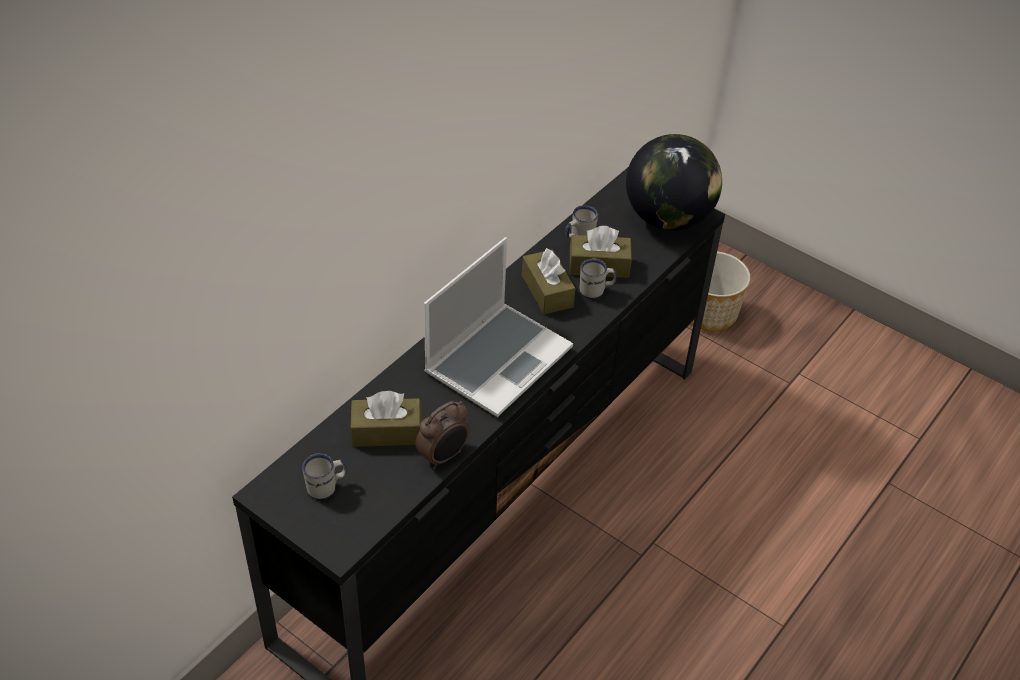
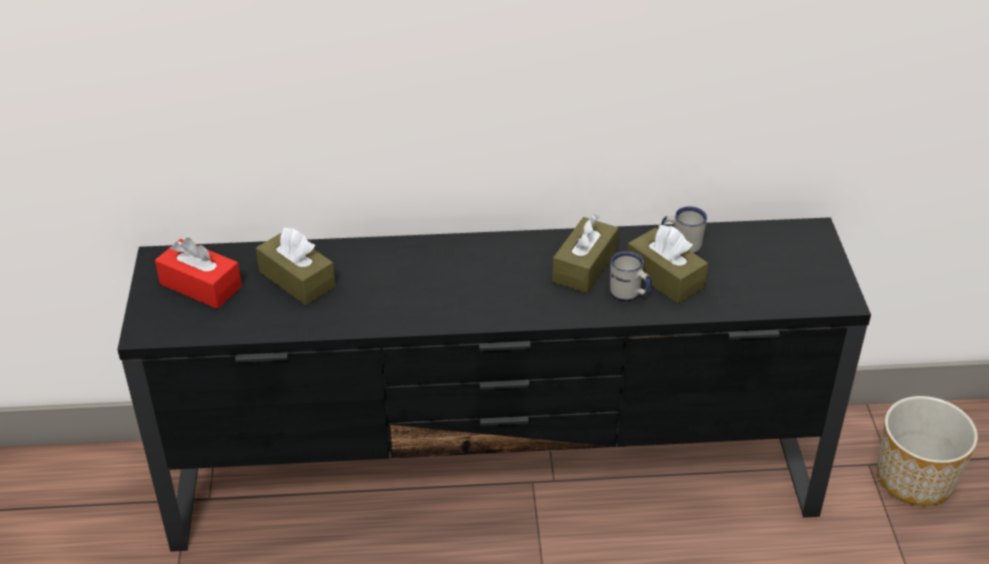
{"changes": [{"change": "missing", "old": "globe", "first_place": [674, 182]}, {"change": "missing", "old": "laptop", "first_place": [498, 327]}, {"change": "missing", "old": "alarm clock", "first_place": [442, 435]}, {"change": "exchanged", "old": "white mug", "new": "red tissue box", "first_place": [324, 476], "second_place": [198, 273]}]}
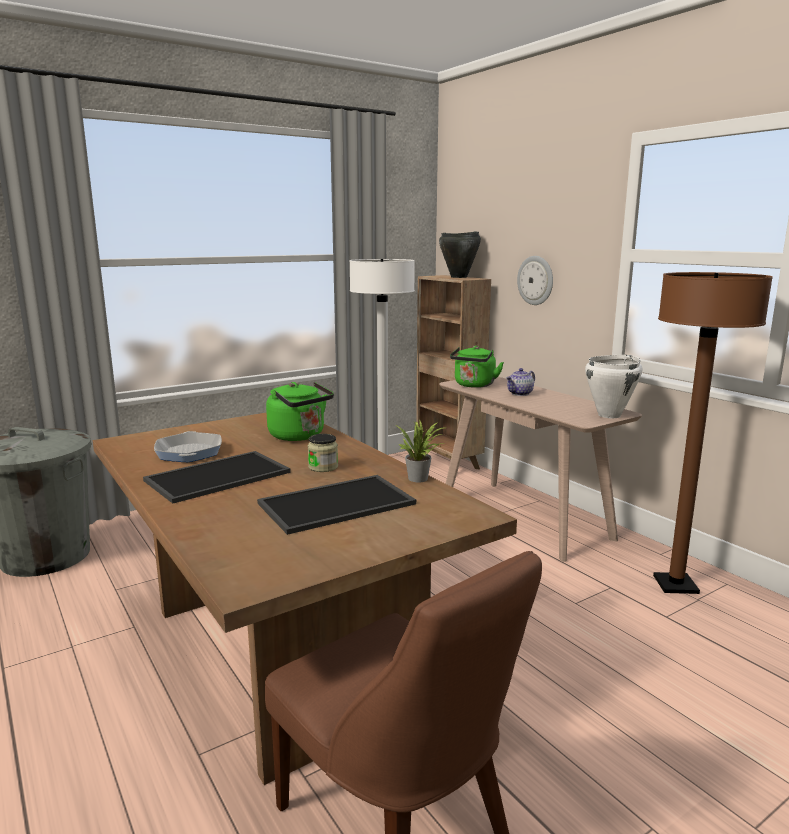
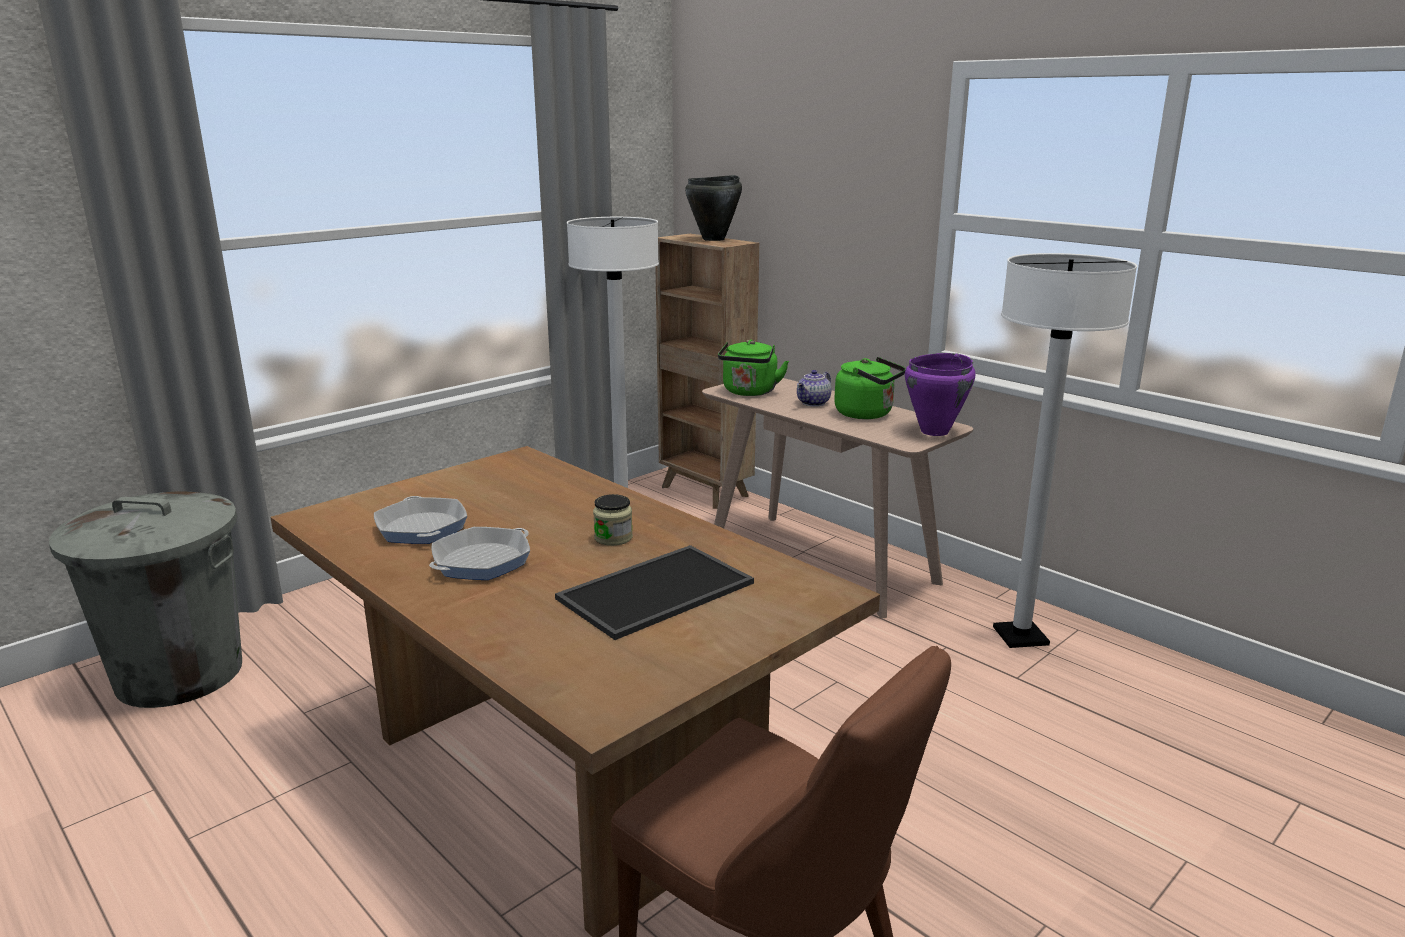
{"changes": [{"change": "missing", "old": "wall clock", "first_place": [535, 280]}, {"change": "colour", "old": "brown floor lamp", "new": "white floor lamp", "first_place": [713, 433], "second_place": [1065, 450]}, {"change": "colour", "old": "white cooking pot", "new": "purple cooking pot", "first_place": [613, 386], "second_place": [940, 394]}, {"change": "relocated", "old": "green kettle", "first_place": [300, 411], "second_place": [870, 388]}, {"change": "missing", "old": "potted plant", "first_place": [420, 450]}, {"change": "exchanged", "old": "tray", "new": "frying pan", "first_place": [217, 477], "second_place": [479, 553]}]}
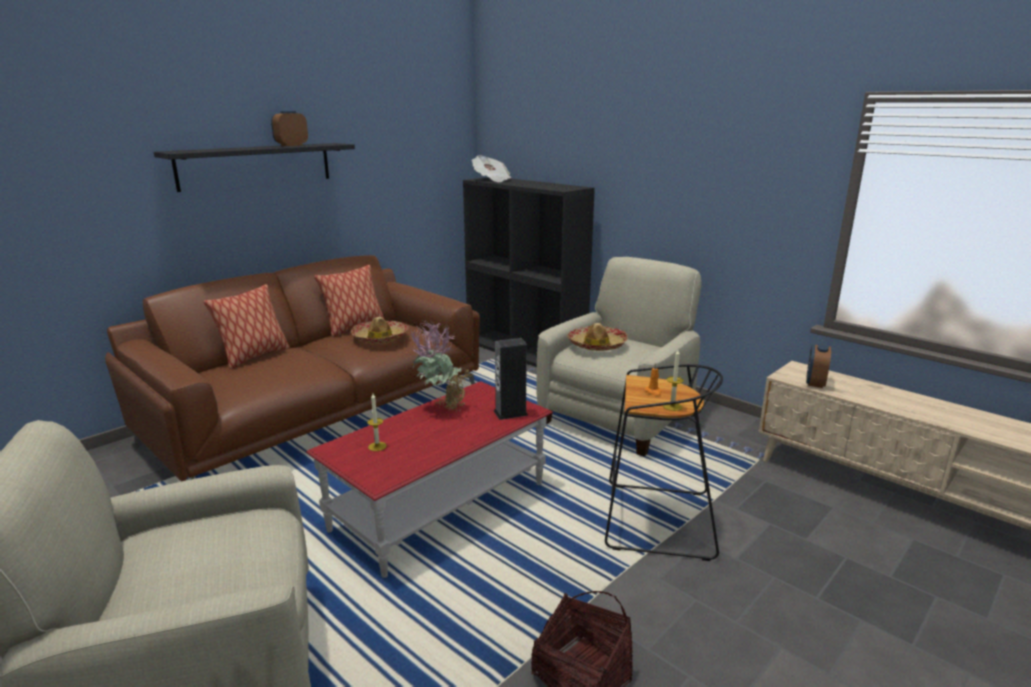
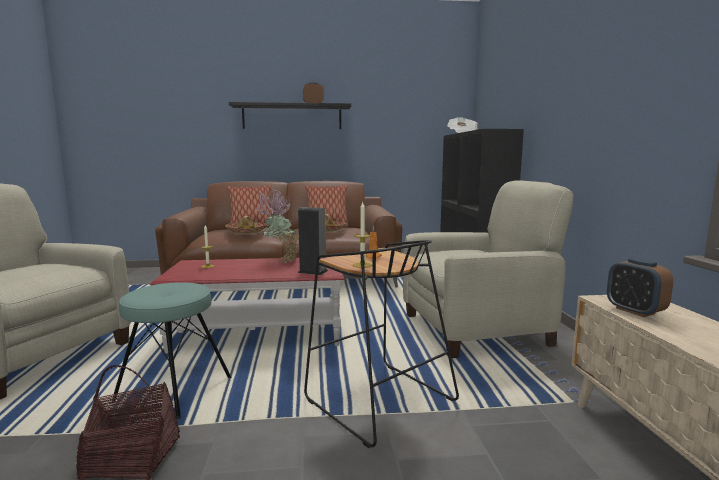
{"changes": [{"change": "relocated", "old": "hat", "first_place": [597, 337], "second_place": [246, 225]}, {"change": "spun", "old": "alarm clock", "first_place": [818, 365], "second_place": [640, 287], "degrees": -90}, {"change": "appeared", "new": "turquoise stool", "second_place": [171, 350]}]}
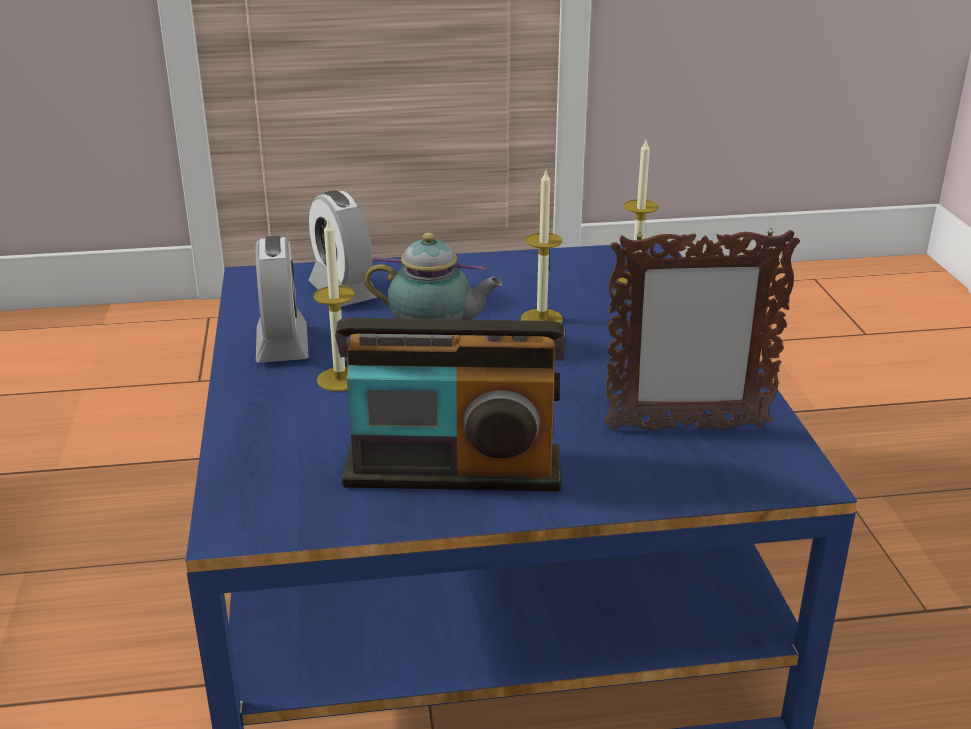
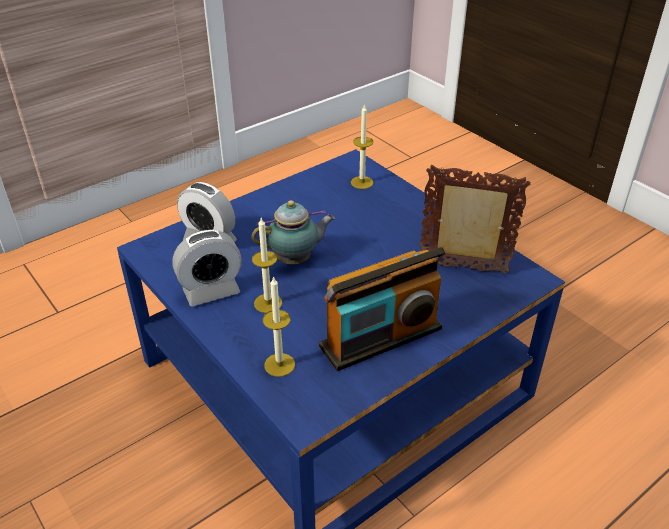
{"changes": [{"change": "relocated", "old": "candle", "first_place": [542, 247], "second_place": [279, 326]}, {"change": "spun", "old": "picture frame", "first_place": [702, 329], "second_place": [475, 219], "degrees": -135}, {"change": "spun", "old": "alarm clock", "first_place": [282, 299], "second_place": [207, 268], "degrees": 105}]}
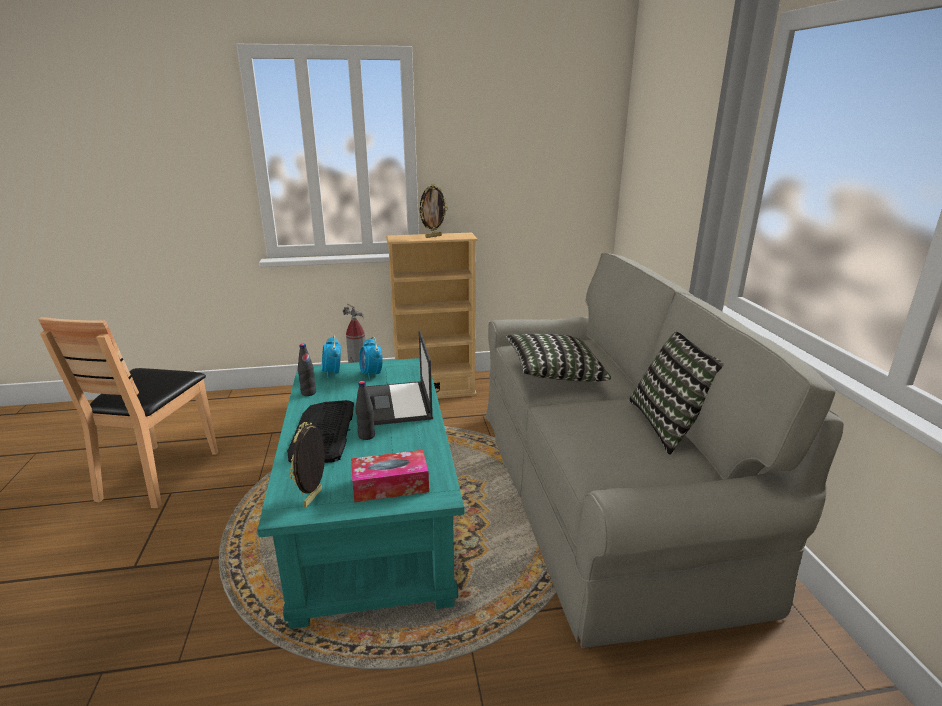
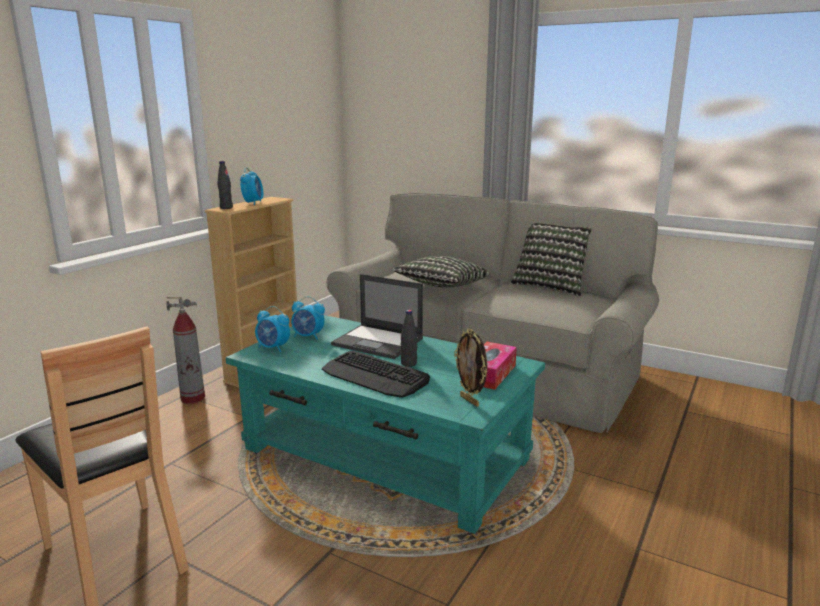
{"changes": [{"change": "exchanged", "old": "picture frame", "new": "alarm clock", "first_place": [433, 211], "second_place": [251, 186]}, {"change": "relocated", "old": "black bottle", "first_place": [307, 370], "second_place": [225, 185]}]}
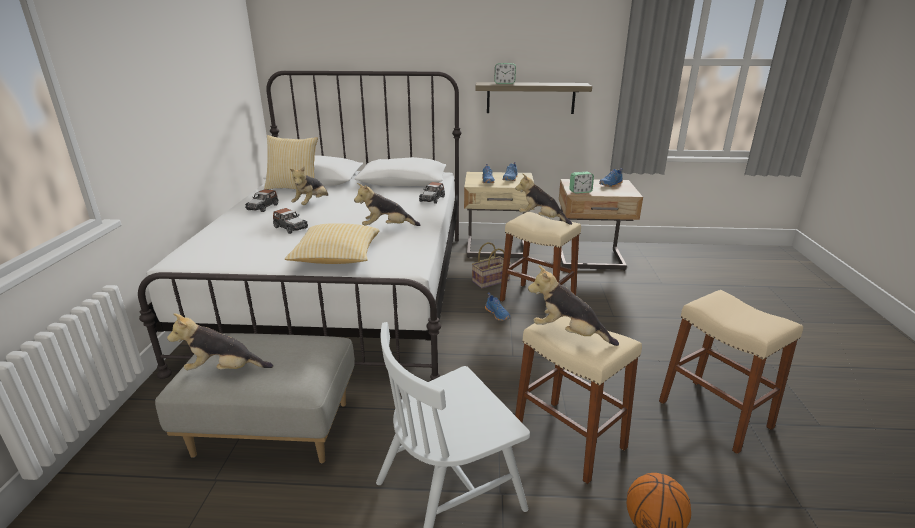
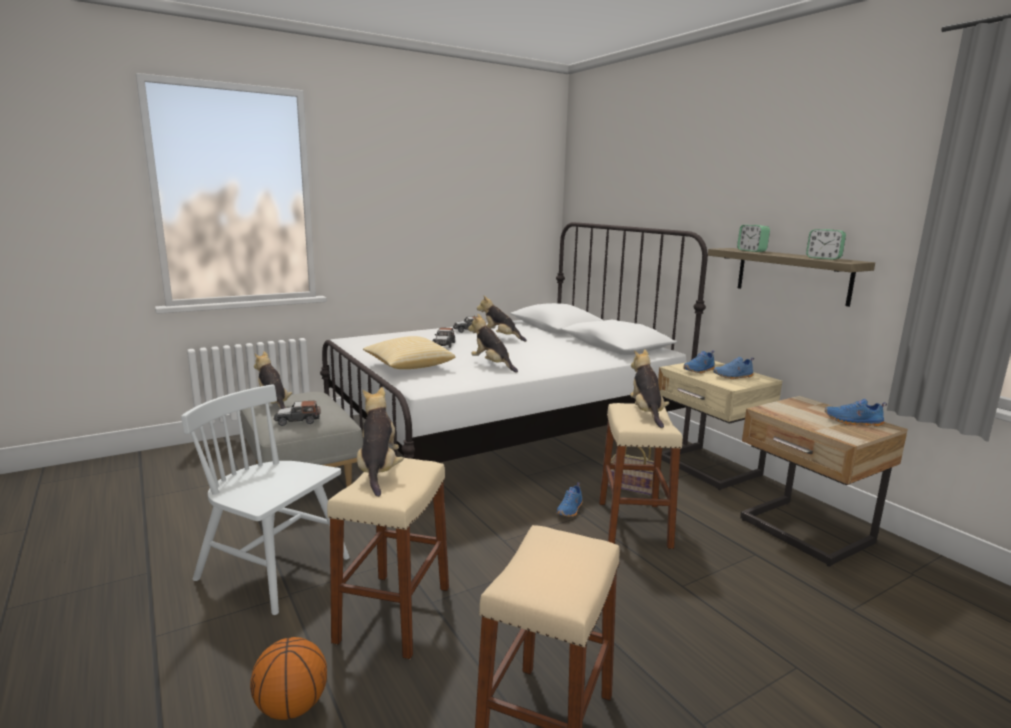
{"changes": [{"change": "missing", "old": "pillow", "first_place": [291, 162]}, {"change": "spun", "old": "plush toy", "first_place": [309, 186], "second_place": [502, 319], "degrees": 45}, {"change": "relocated", "old": "alarm clock", "first_place": [581, 183], "second_place": [826, 244]}, {"change": "relocated", "old": "toy car", "first_place": [432, 193], "second_place": [297, 413]}]}
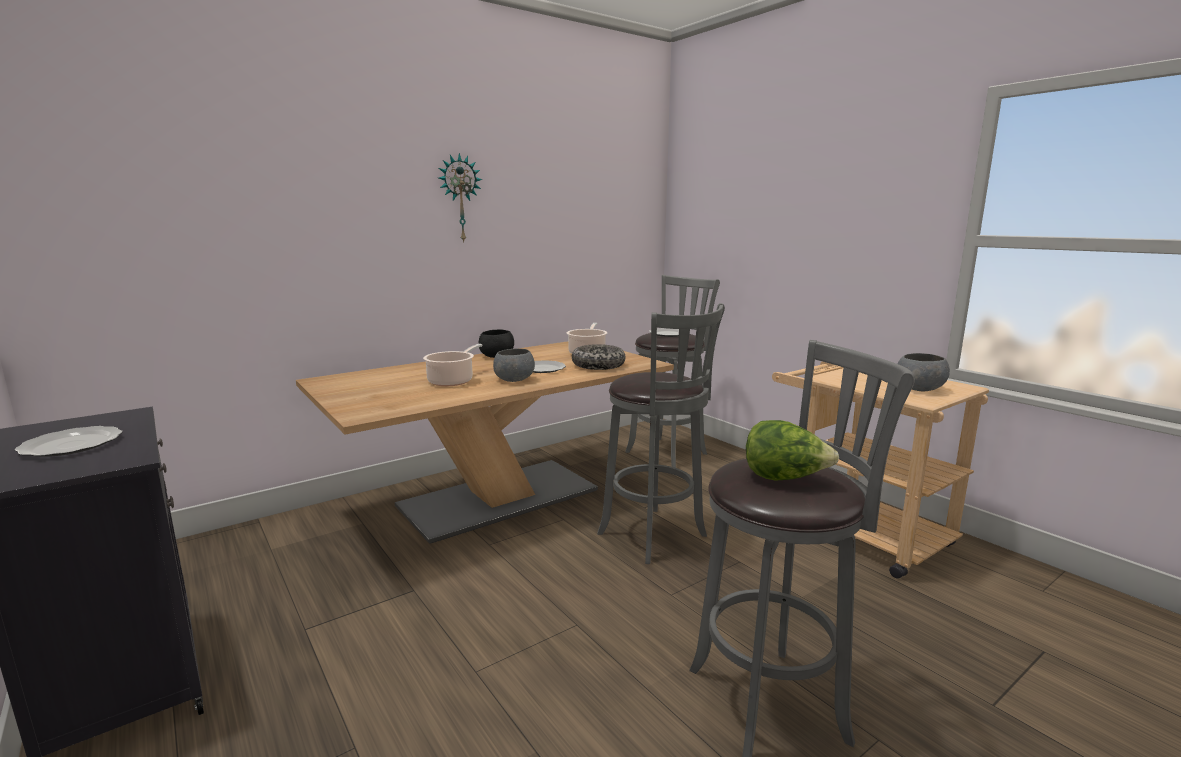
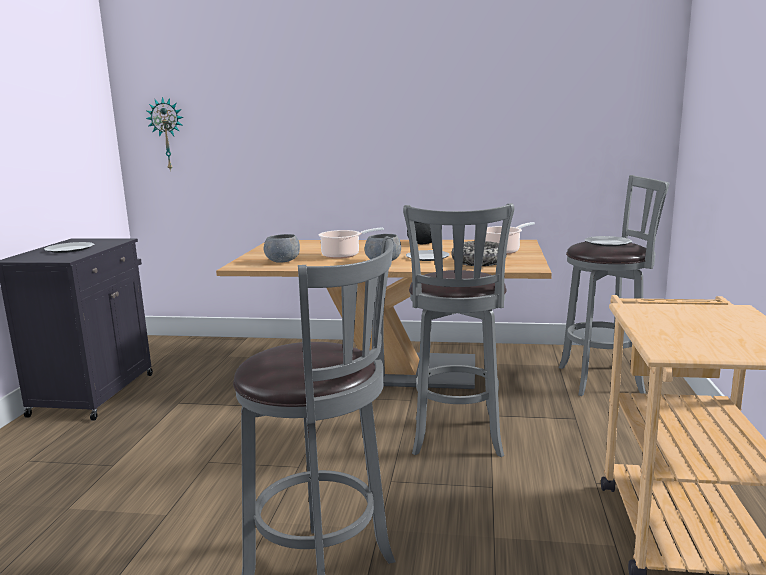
{"changes": [{"change": "relocated", "old": "wall clock", "first_place": [460, 198], "second_place": [165, 134]}, {"change": "relocated", "old": "grey bowl", "first_place": [924, 372], "second_place": [282, 248]}, {"change": "missing", "old": "lettuce", "first_place": [792, 450]}]}
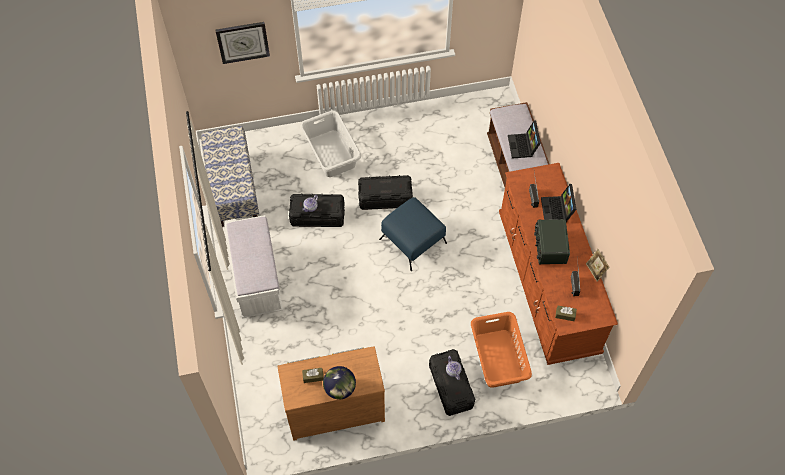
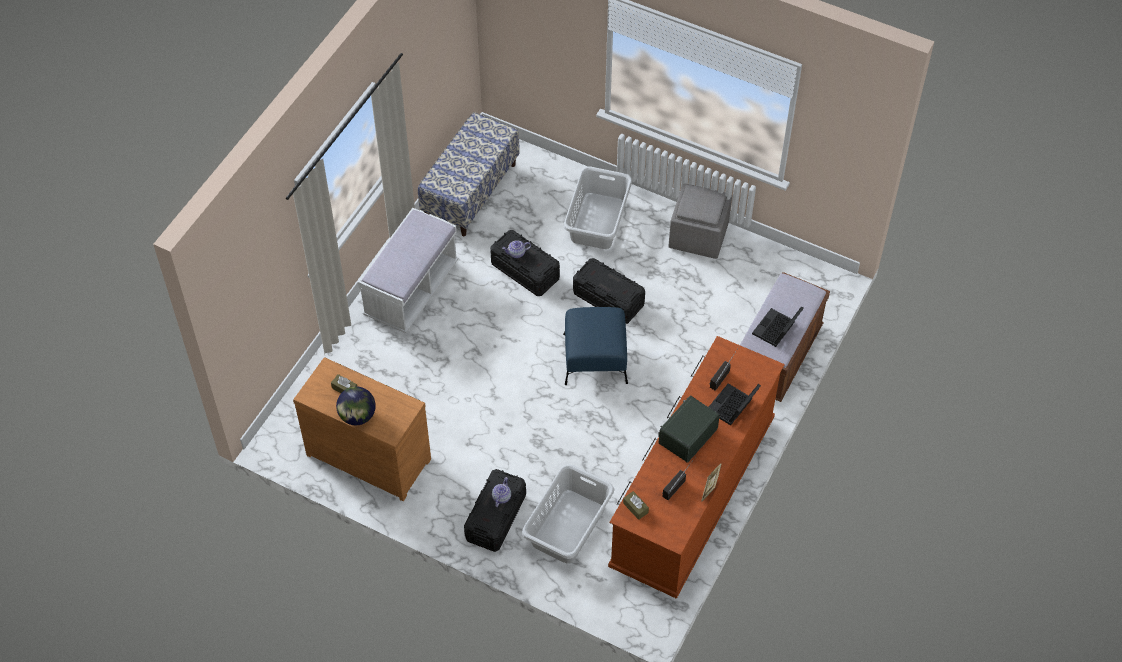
{"changes": [{"change": "missing", "old": "wall clock", "first_place": [242, 43]}, {"change": "colour", "old": "orange laundry basket", "new": "grey laundry basket", "first_place": [501, 350], "second_place": [568, 514]}, {"change": "appeared", "new": "grey ottoman", "second_place": [700, 221]}]}
